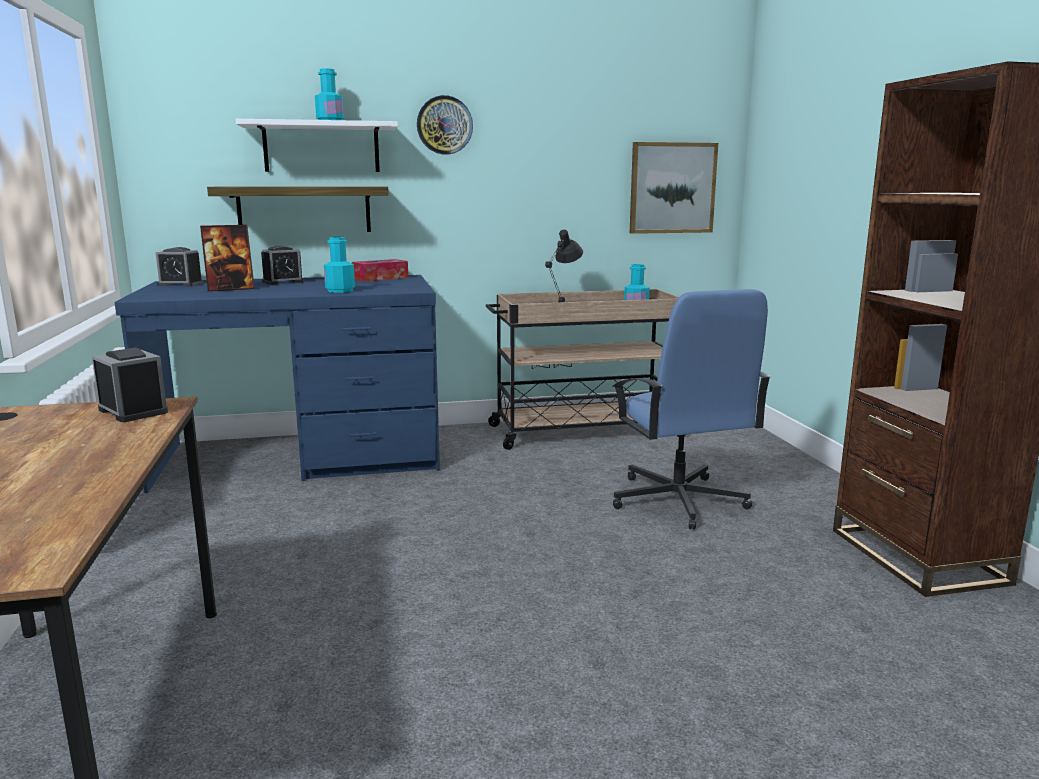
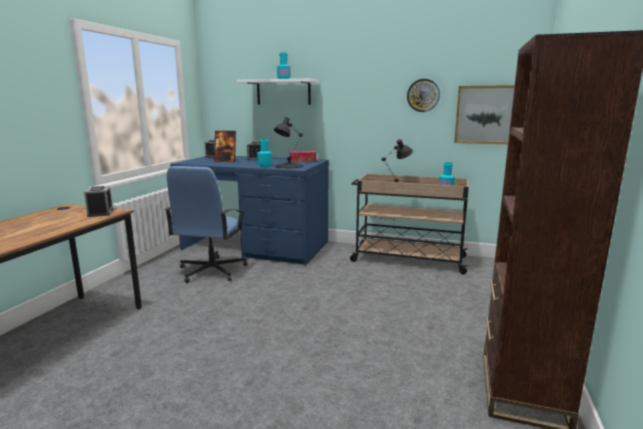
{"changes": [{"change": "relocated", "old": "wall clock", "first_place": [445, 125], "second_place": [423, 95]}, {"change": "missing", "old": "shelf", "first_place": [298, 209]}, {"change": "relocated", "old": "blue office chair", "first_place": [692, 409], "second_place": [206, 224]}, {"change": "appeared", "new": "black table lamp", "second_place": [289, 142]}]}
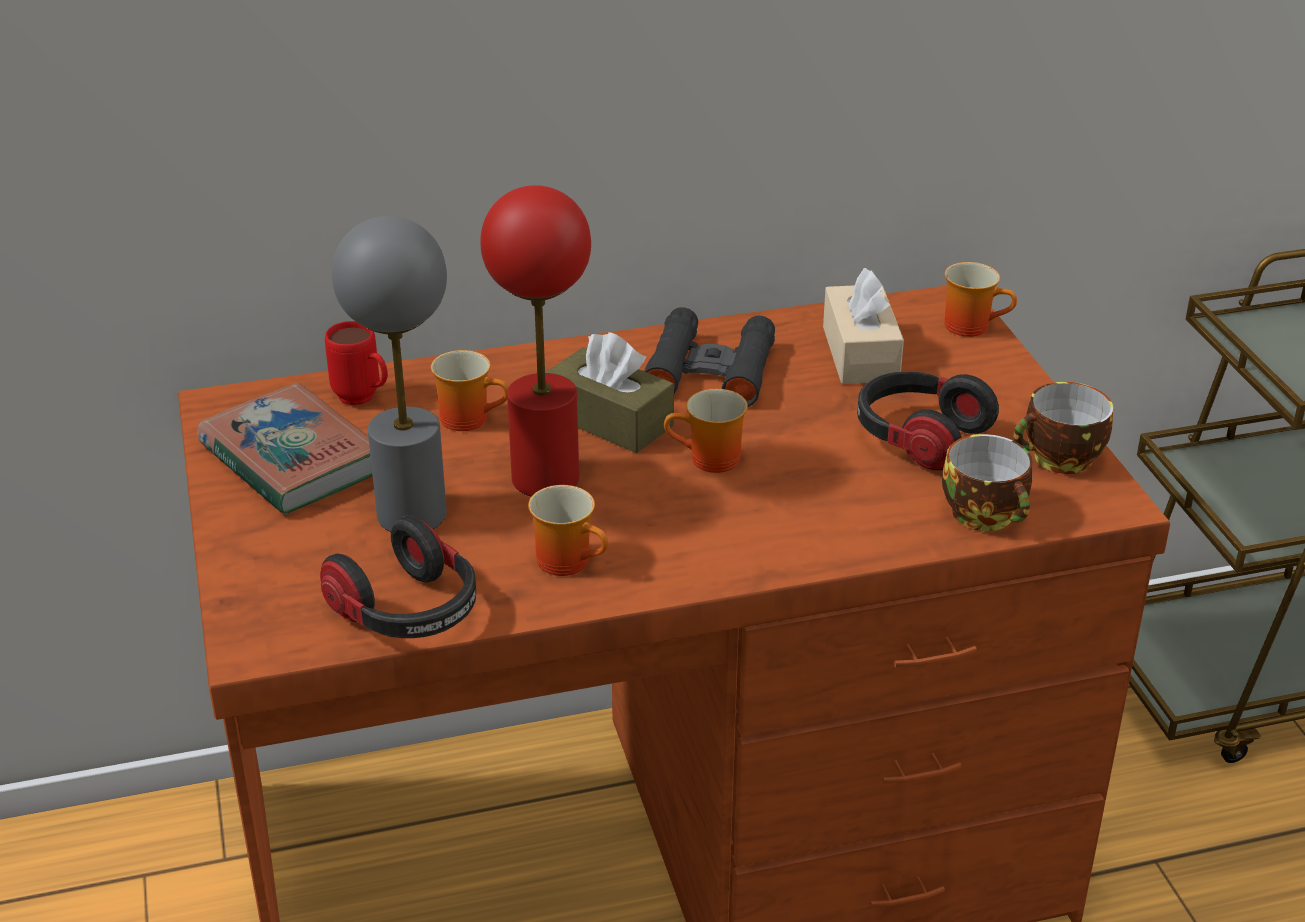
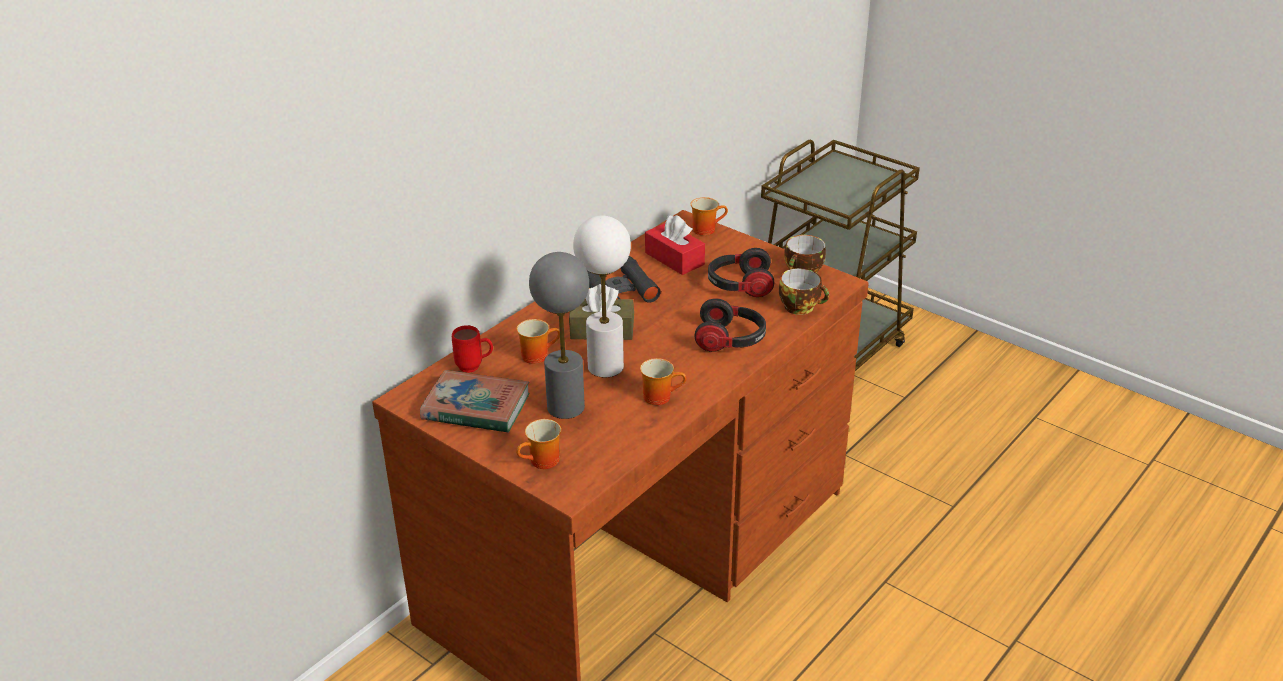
{"changes": [{"change": "colour", "old": "red table lamp", "new": "white table lamp", "first_place": [535, 341], "second_place": [602, 296]}, {"change": "colour", "old": "beige tissue box", "new": "red tissue box", "first_place": [863, 326], "second_place": [675, 245]}, {"change": "relocated", "old": "mug", "first_place": [706, 431], "second_place": [538, 444]}, {"change": "relocated", "old": "headphones", "first_place": [398, 577], "second_place": [730, 325]}]}
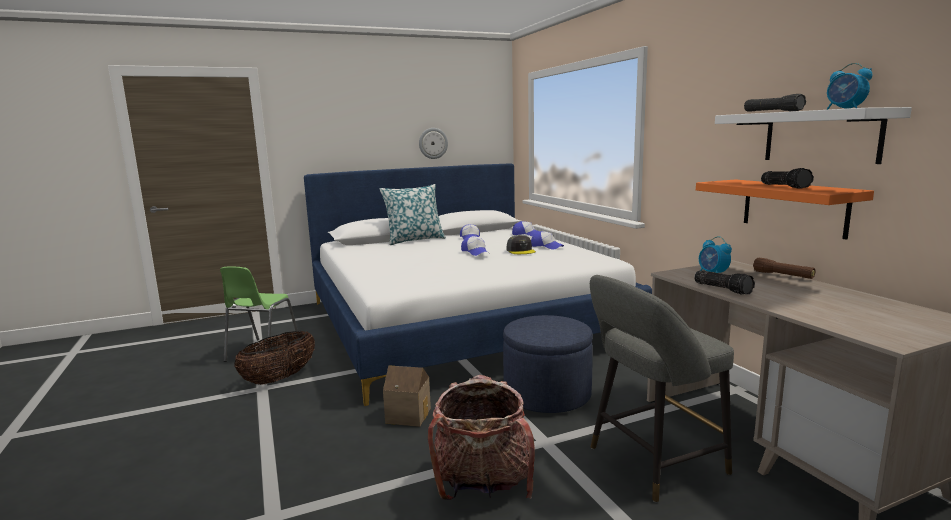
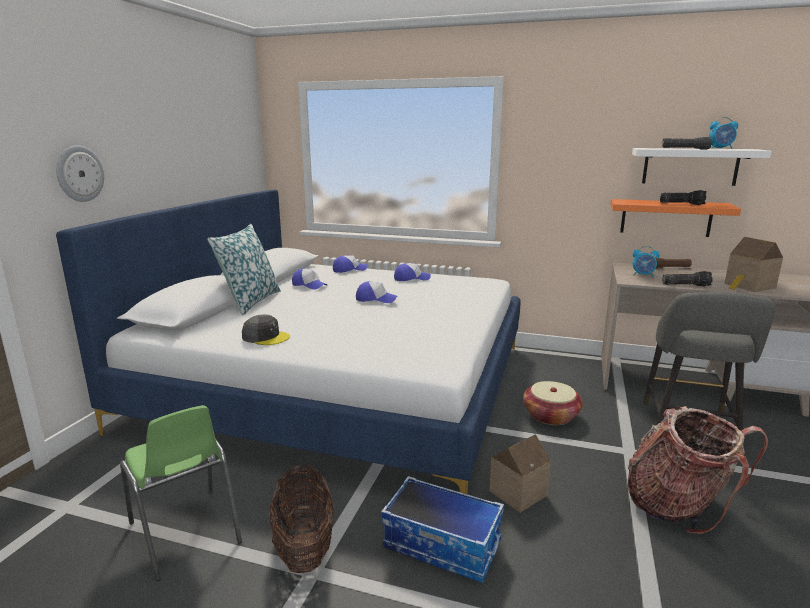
{"changes": [{"change": "relocated", "old": "wall clock", "first_place": [433, 143], "second_place": [80, 173]}, {"change": "relocated", "old": "grey cap", "first_place": [521, 244], "second_place": [266, 329]}, {"change": "exchanged", "old": "blue ottoman", "new": "basket", "first_place": [548, 364], "second_place": [553, 403]}, {"change": "appeared", "new": "toy house", "second_place": [754, 264]}, {"change": "appeared", "new": "storage box", "second_place": [442, 529]}]}
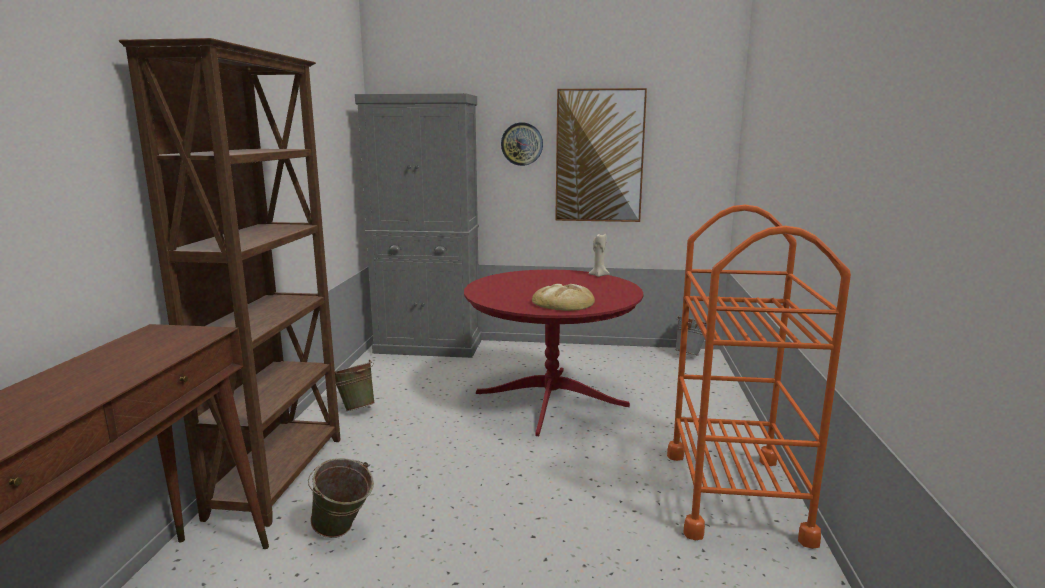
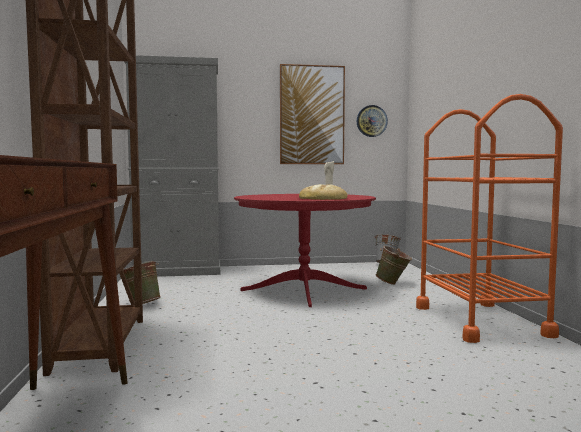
{"changes": [{"change": "relocated", "old": "wall clock", "first_place": [522, 144], "second_place": [372, 121]}, {"change": "relocated", "old": "green bucket", "first_place": [341, 498], "second_place": [394, 265]}]}
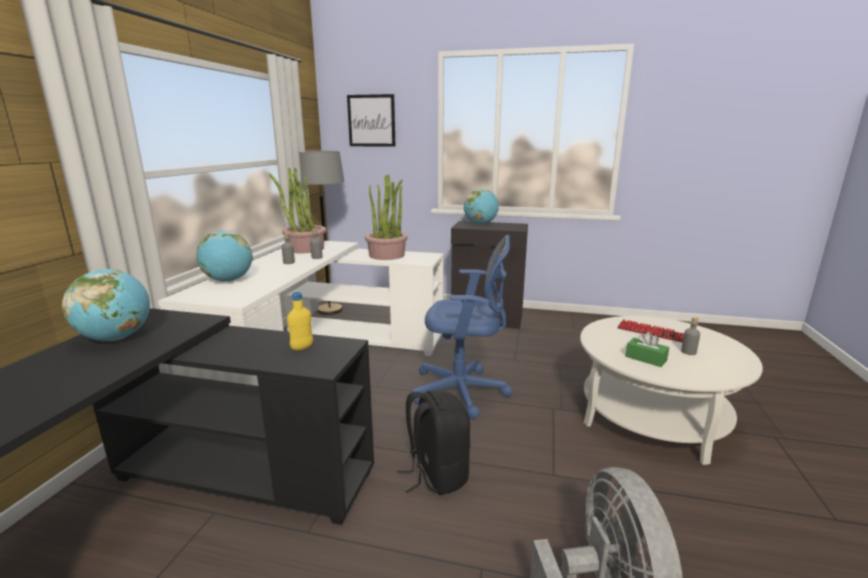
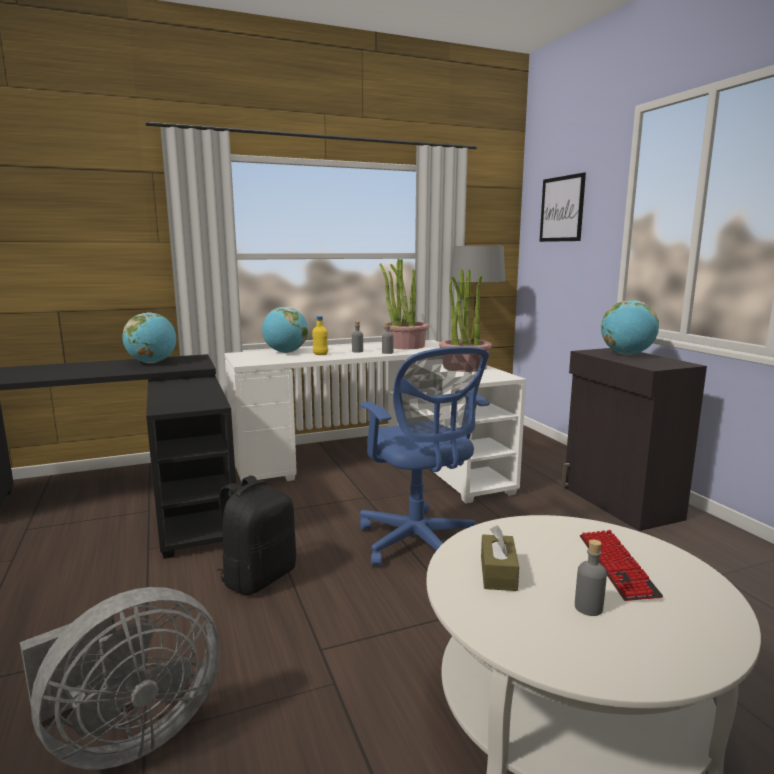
{"changes": [{"change": "relocated", "old": "yellow bottle", "first_place": [300, 321], "second_place": [320, 335]}, {"change": "colour", "old": "green tissue box", "new": "brown tissue box", "first_place": [647, 349], "second_place": [500, 558]}]}
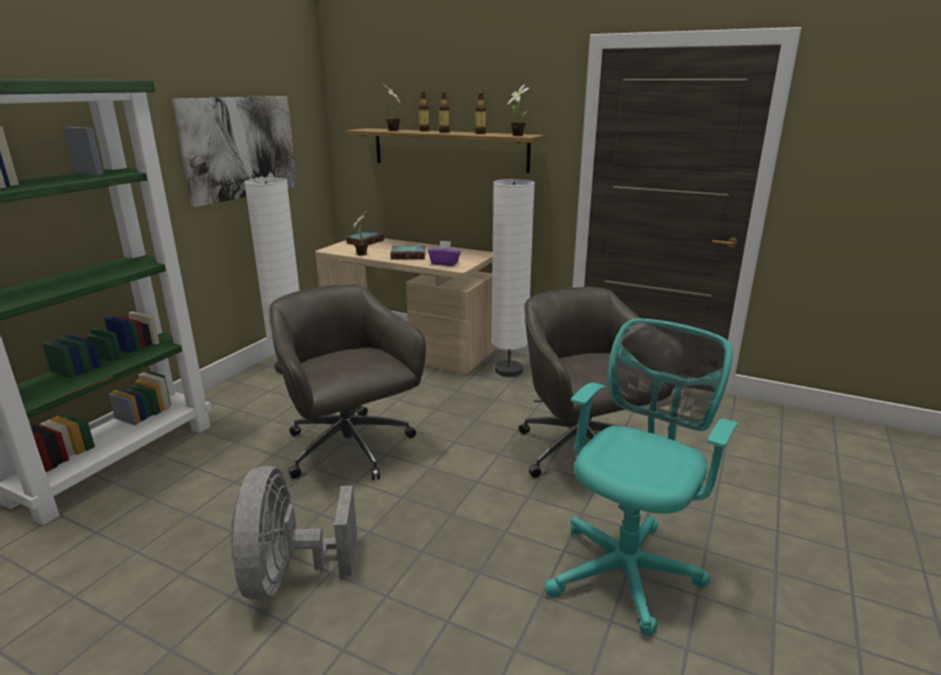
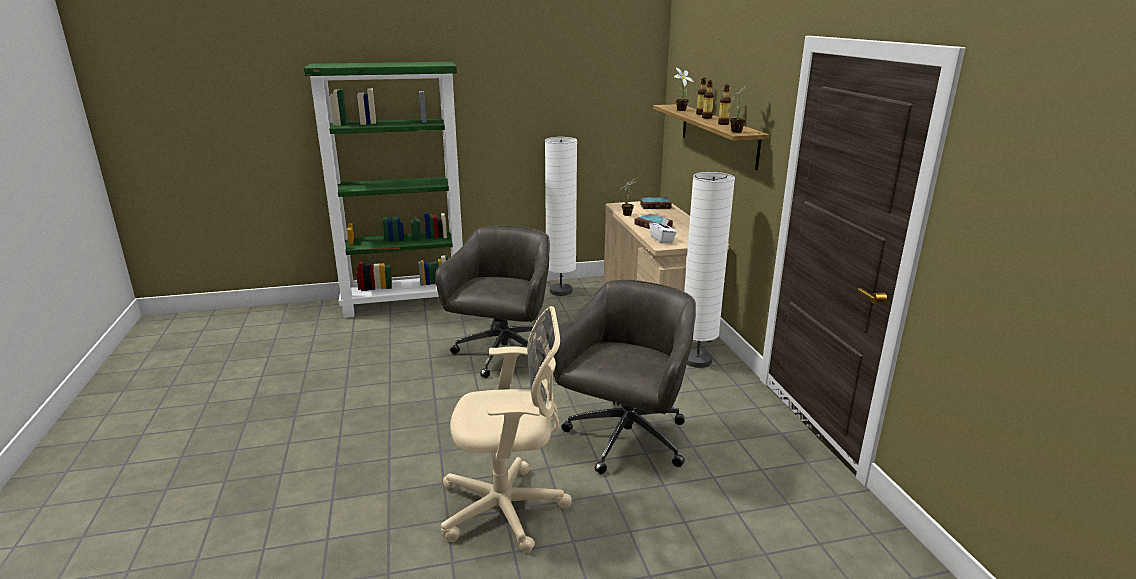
{"changes": [{"change": "missing", "old": "picture", "first_place": [234, 151]}, {"change": "colour", "old": "purple tissue box", "new": "white tissue box", "first_place": [444, 253], "second_place": [663, 230]}, {"change": "colour", "old": "turquoise office chair", "new": "beige office chair", "first_place": [641, 477], "second_place": [506, 429]}, {"change": "missing", "old": "grey fan", "first_place": [293, 533]}]}
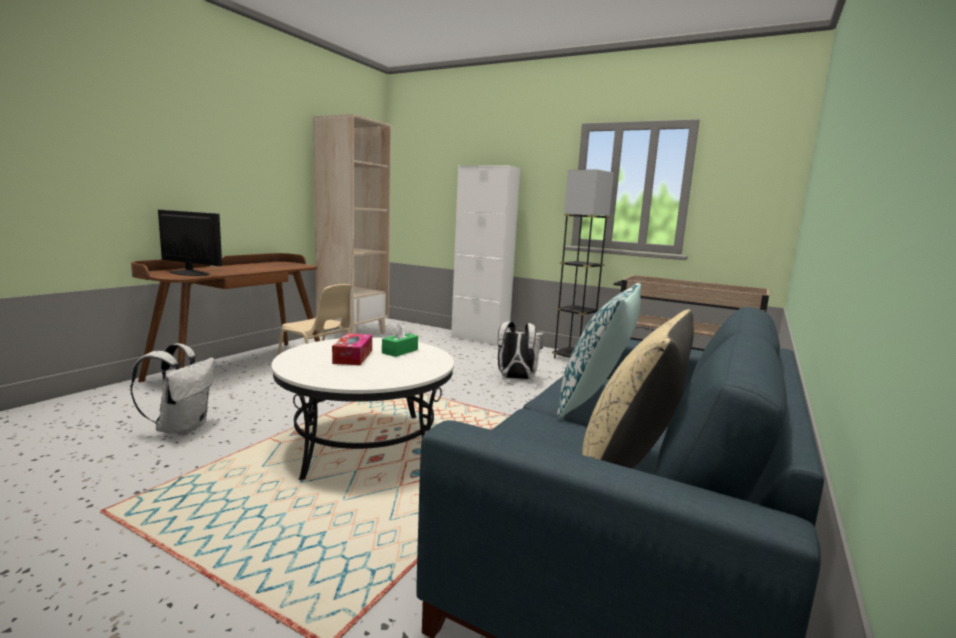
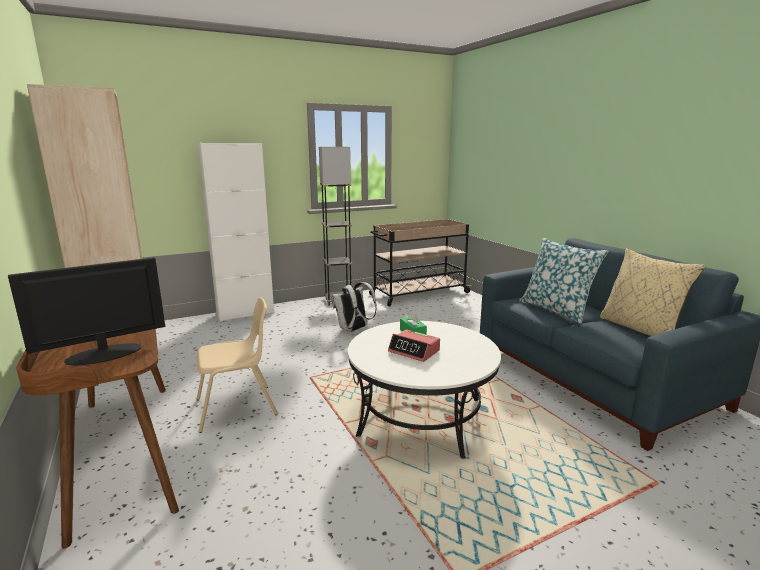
{"changes": [{"change": "exchanged", "old": "tissue box", "new": "alarm clock", "first_place": [352, 349], "second_place": [414, 345]}, {"change": "missing", "old": "white backpack", "first_place": [172, 389]}]}
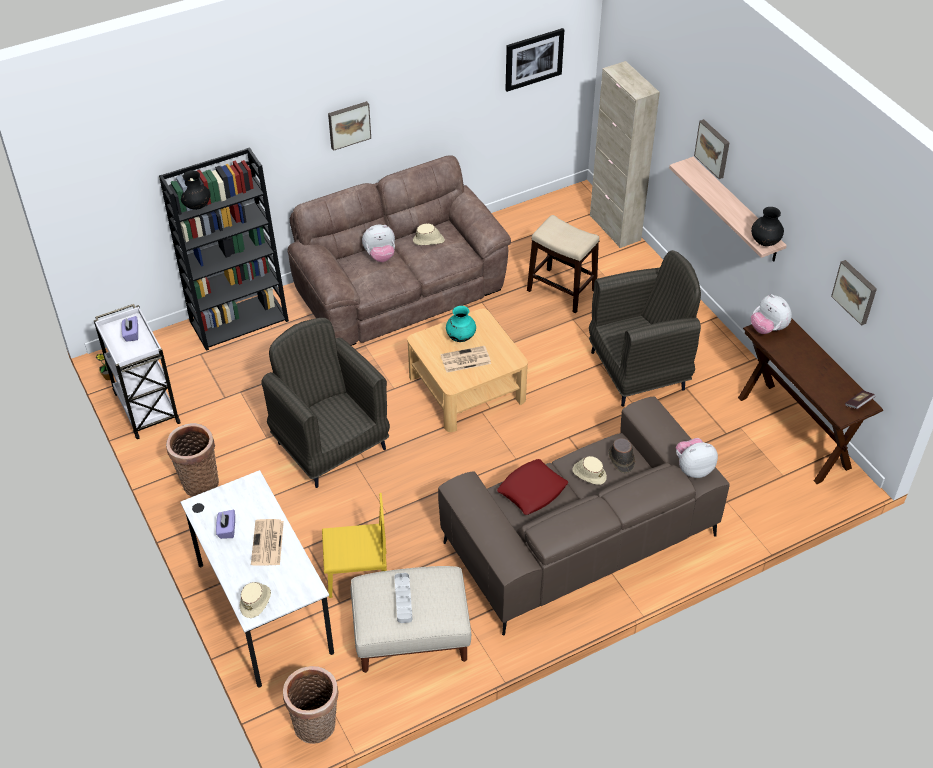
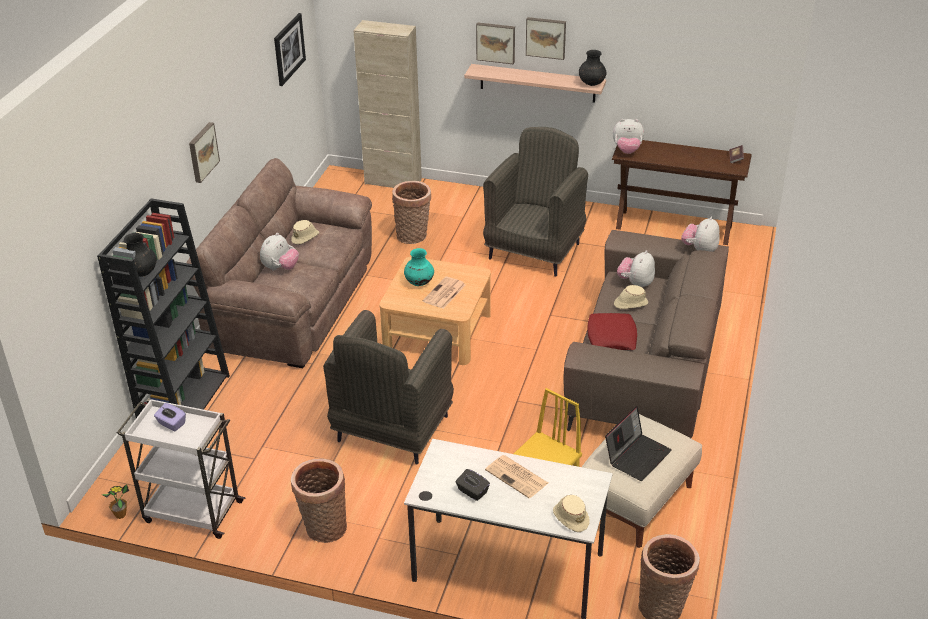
{"changes": [{"change": "exchanged", "old": "stool", "new": "basket", "first_place": [563, 264], "second_place": [411, 212]}, {"change": "relocated", "old": "picture", "first_place": [854, 293], "second_place": [546, 38]}, {"change": "spun", "old": "grey armchair", "first_place": [325, 403], "second_place": [388, 387], "degrees": -75}, {"change": "exchanged", "old": "brown hat", "new": "plush toy", "first_place": [622, 455], "second_place": [636, 269]}, {"change": "colour", "old": "purple tissue box", "new": "black tissue box", "first_place": [225, 524], "second_place": [473, 485]}, {"change": "exchanged", "old": "grey tray", "new": "laptop", "first_place": [403, 598], "second_place": [638, 443]}]}
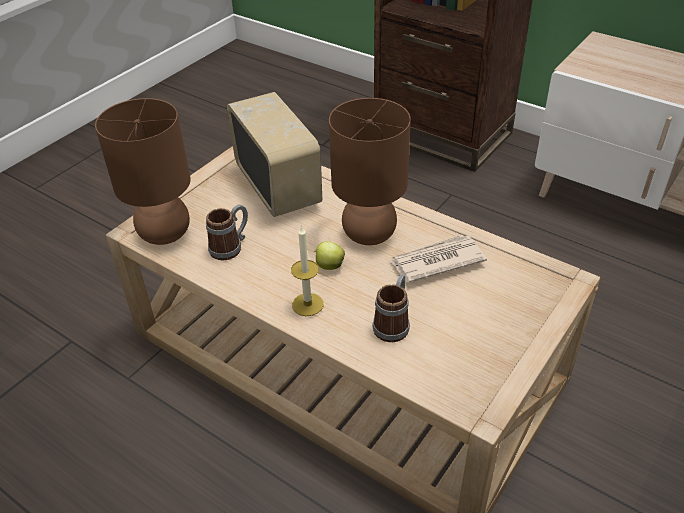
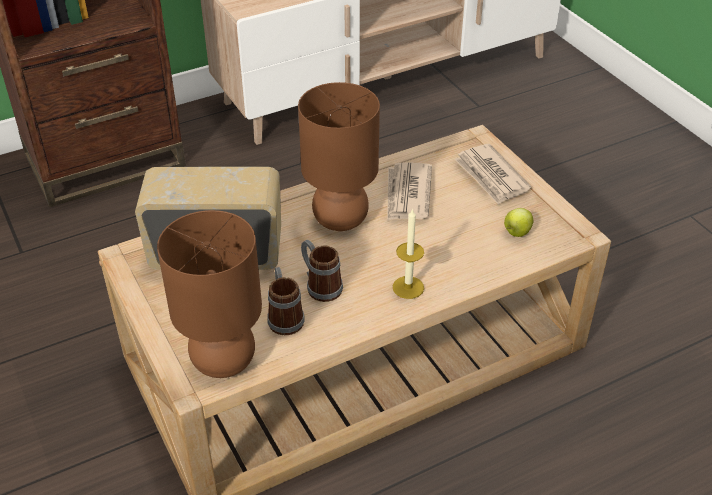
{"changes": [{"change": "relocated", "old": "apple", "first_place": [330, 255], "second_place": [518, 222]}, {"change": "relocated", "old": "mug", "first_place": [391, 308], "second_place": [322, 271]}, {"change": "appeared", "new": "newspaper", "second_place": [492, 174]}]}
